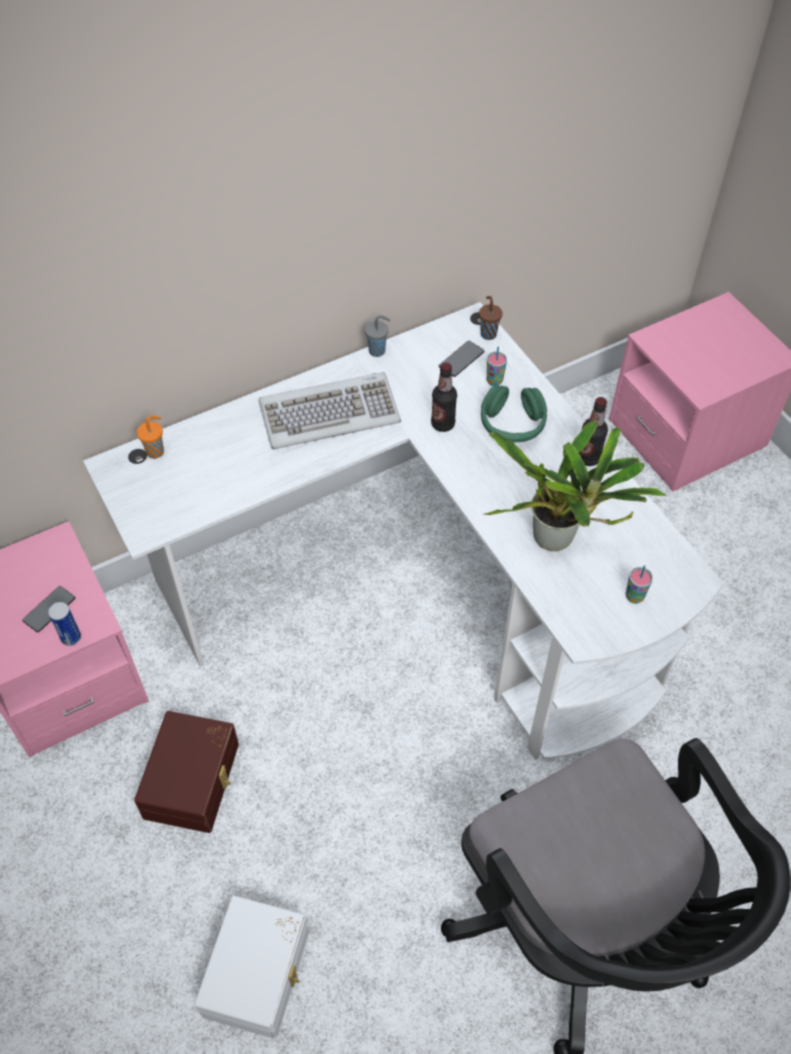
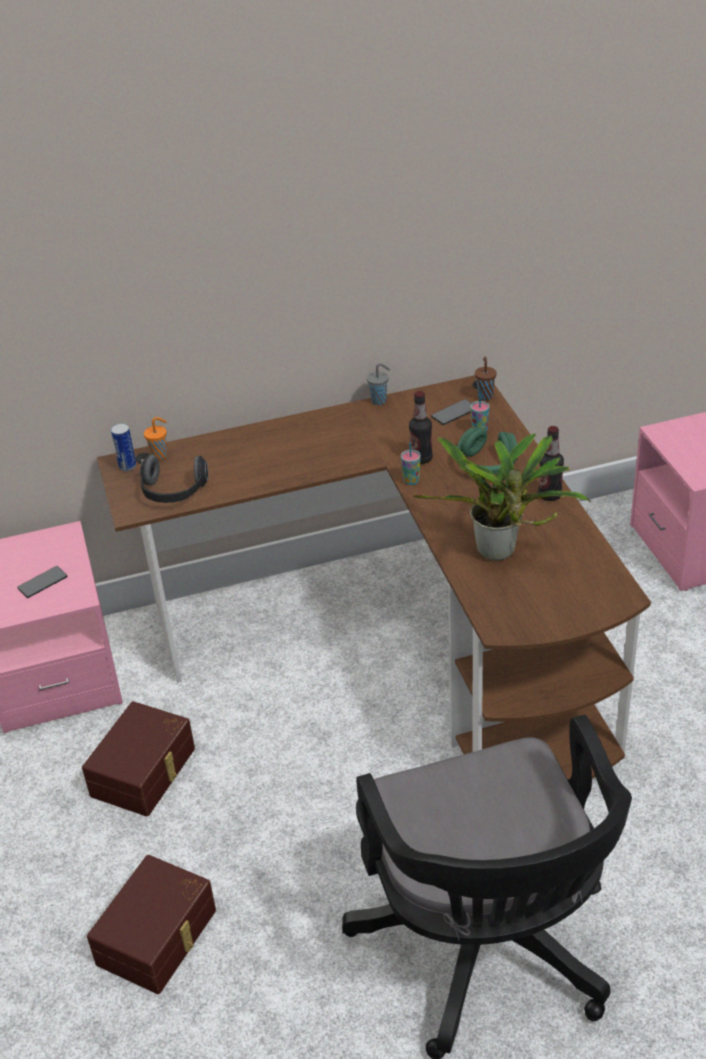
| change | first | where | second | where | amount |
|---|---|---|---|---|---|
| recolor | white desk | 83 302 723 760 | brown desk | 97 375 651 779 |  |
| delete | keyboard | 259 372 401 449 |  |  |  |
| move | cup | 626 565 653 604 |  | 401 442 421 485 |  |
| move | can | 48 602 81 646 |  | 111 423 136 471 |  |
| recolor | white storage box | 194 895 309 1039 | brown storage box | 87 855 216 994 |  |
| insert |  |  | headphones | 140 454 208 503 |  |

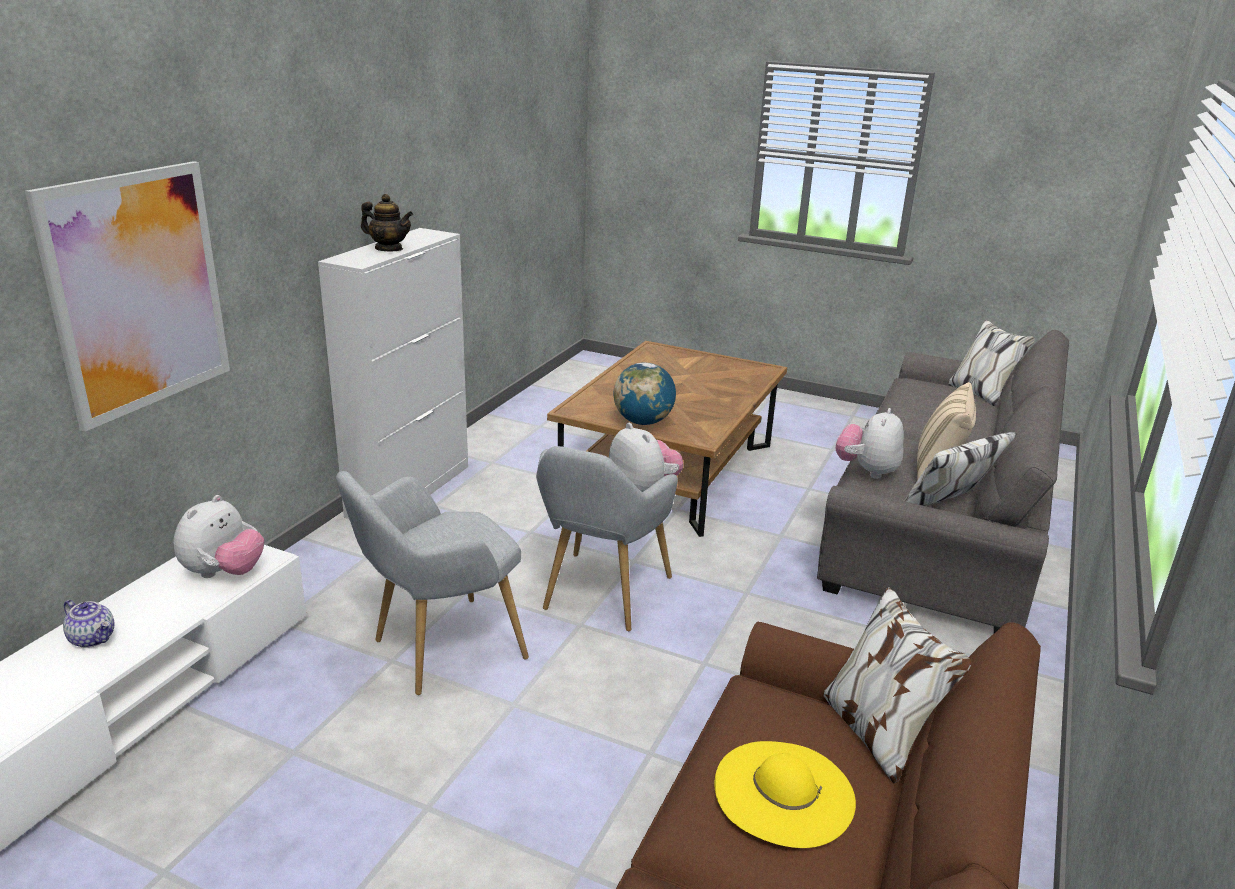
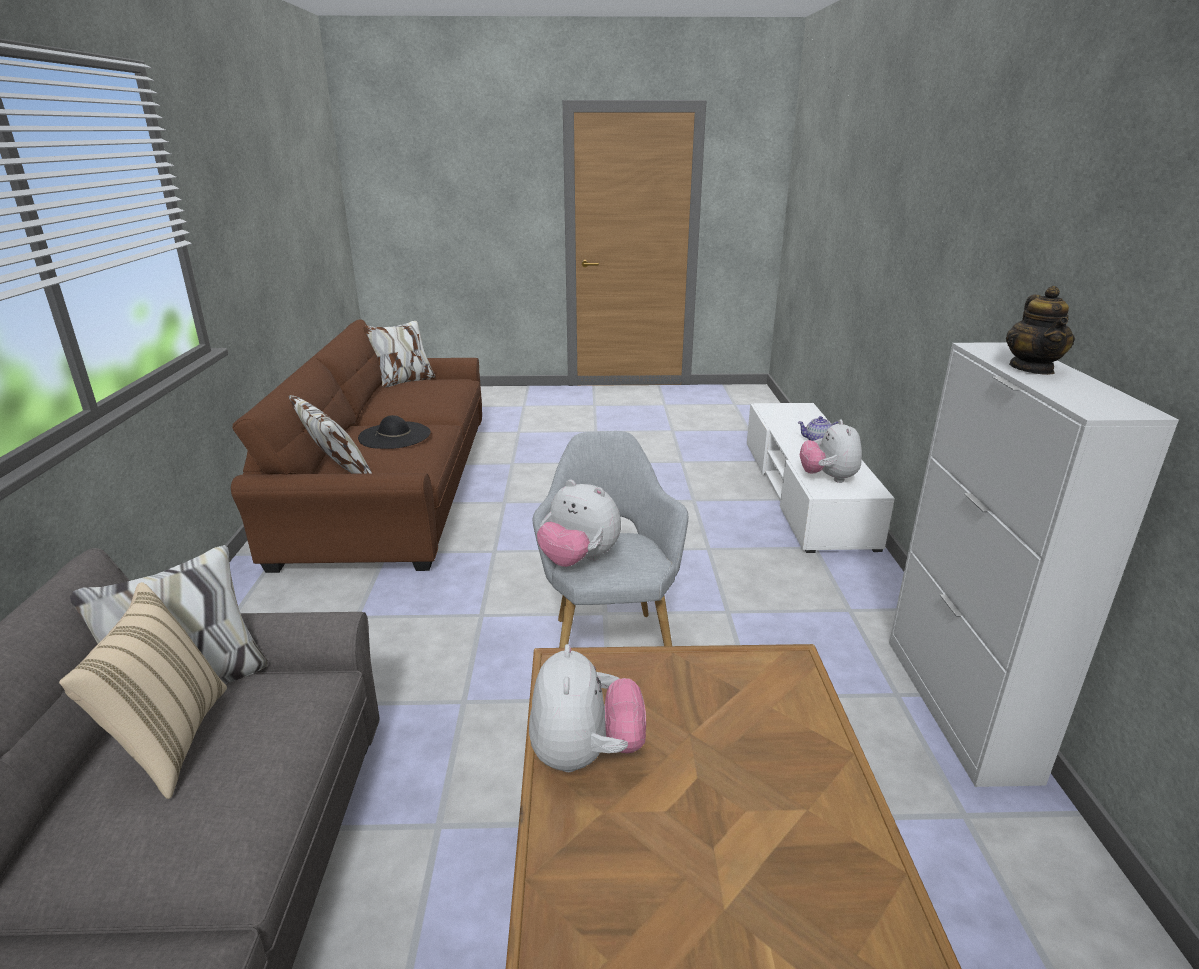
| change | first | where | second | where | amount |
|---|---|---|---|---|---|
| delete | picture | 25 161 230 432 |  |  |  |
| rotate | teapot | 361 194 413 251 |  | 1006 286 1075 375 | 75 degrees counterclockwise |
| delete | globe | 614 362 676 425 |  |  |  |
| move | plush toy | 836 408 904 479 |  | 529 644 646 772 |  |
| delete | grey armchair | 336 471 529 695 |  |  |  |
| recolor | yellow hat | 715 741 856 848 | black hat | 358 415 431 449 |  |

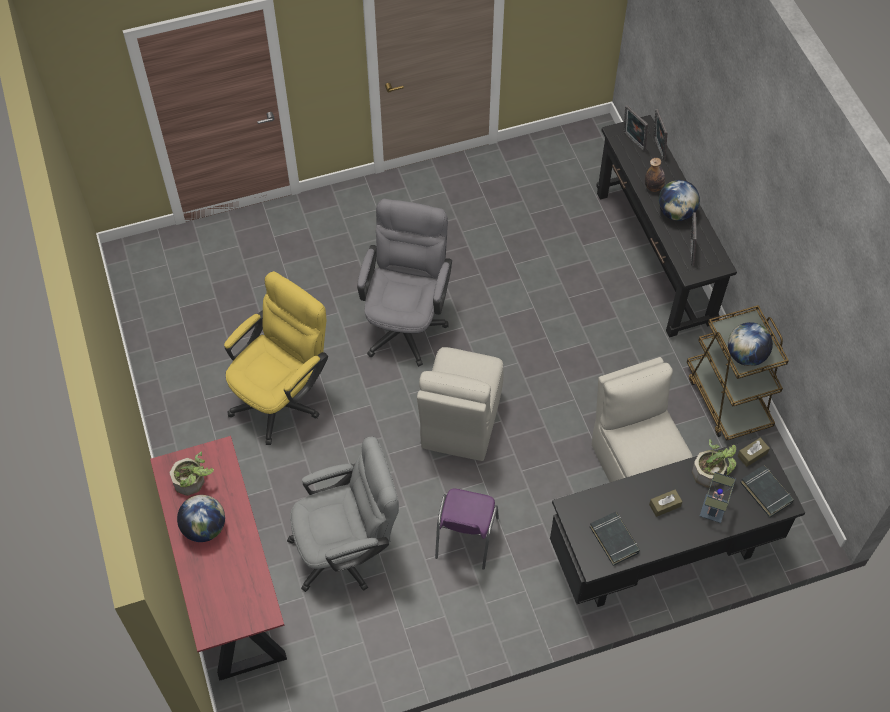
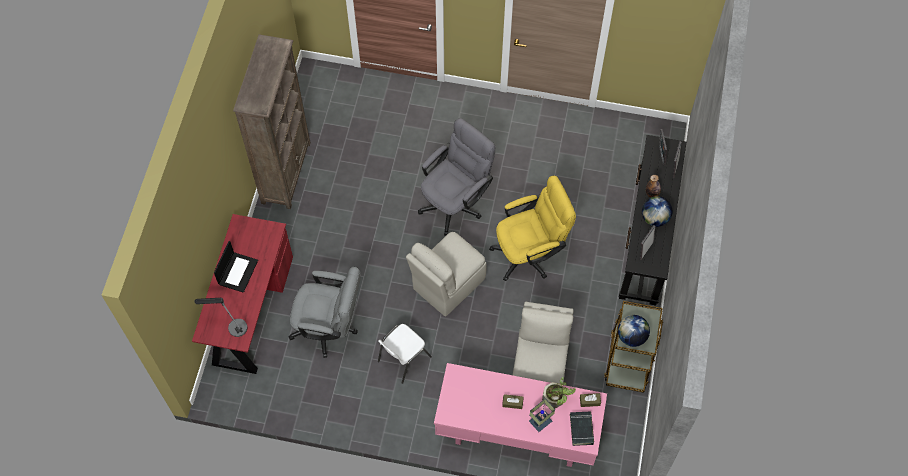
| change | first | where | second | where | amount |
|---|---|---|---|---|---|
| move | yellow office chair | 224 271 328 445 |  | 489 176 576 281 |  |
| recolor | black desk | 550 435 805 607 | pink desk | 434 363 607 467 |  |
| delete | potted plant | 170 451 214 496 |  |  |  |
| recolor | purple chair | 435 489 499 570 | white chair | 378 324 432 384 |  |
| replace | globe | 177 495 225 542 | laptop | 214 241 258 293 |  |
| delete | black book | 590 512 640 566 |  |  |  |
| insert |  |  | brown bookcase | 233 34 311 209 |  |
| insert |  |  | table lamp | 194 298 248 337 |  |

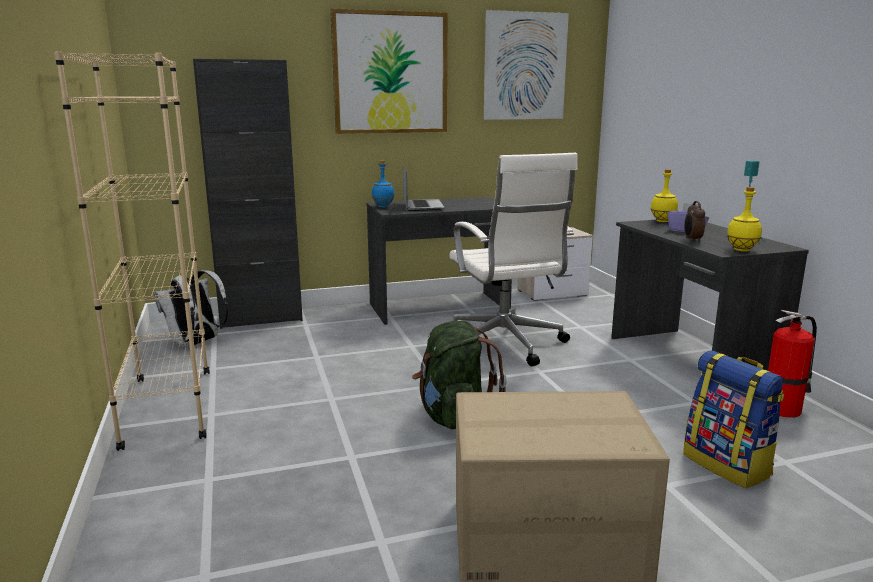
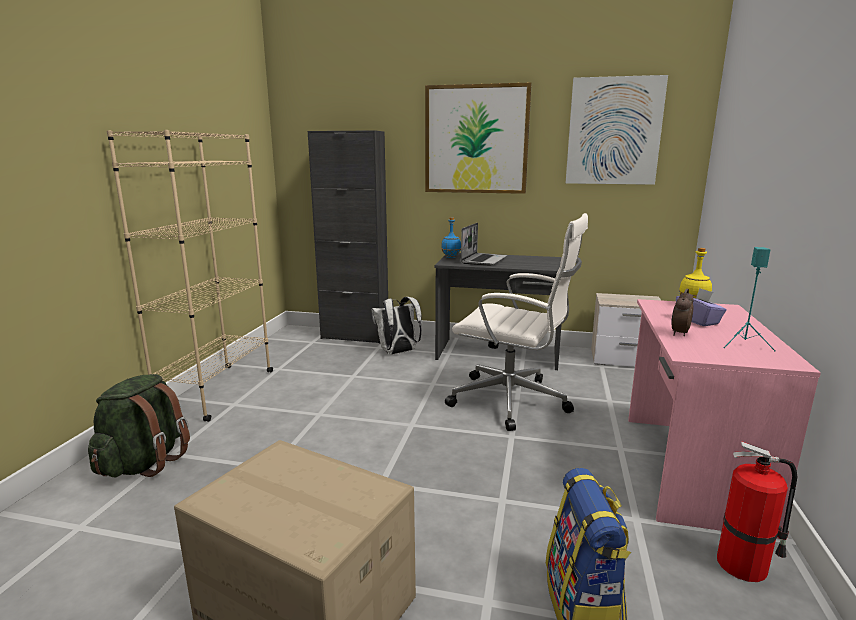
| change | first | where | second | where | amount |
|---|---|---|---|---|---|
| rotate | white office chair | 449 153 578 367 |  | 445 213 588 431 | 75 degrees counterclockwise |
| delete | yellow bottle | 727 187 762 252 |  |  |  |
| recolor | grey desk | 611 220 809 371 | pink desk | 628 299 821 539 |  |
| move | white backpack | 154 270 228 347 |  | 371 297 422 354 |  |
| move | green backpack | 412 321 507 429 |  | 88 374 190 477 |  |

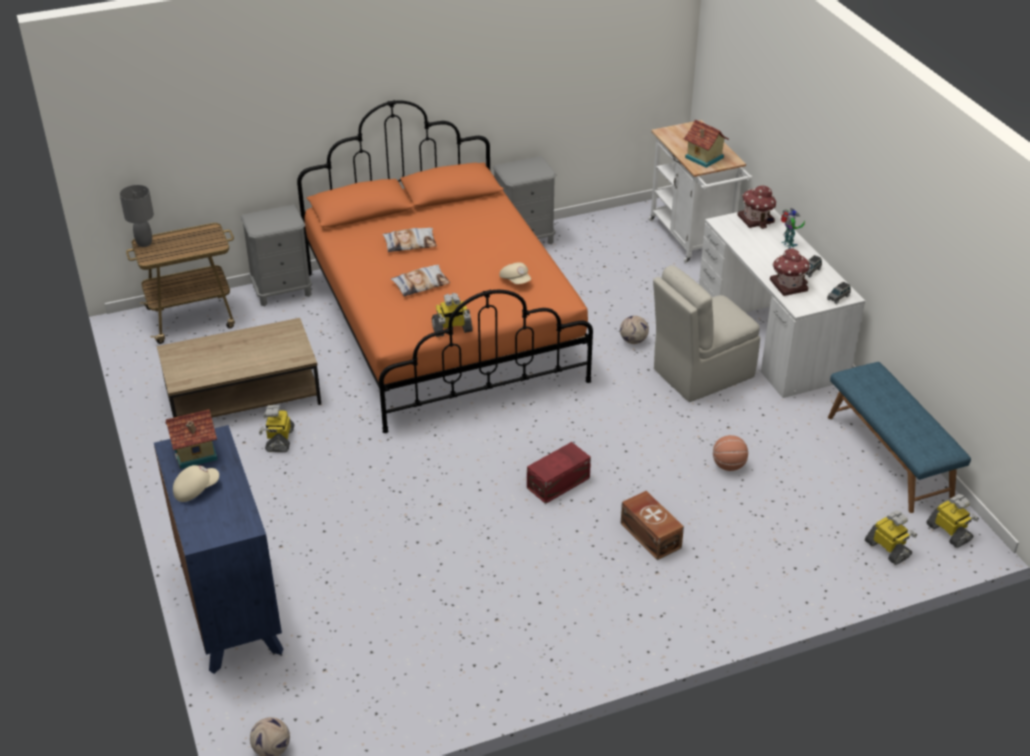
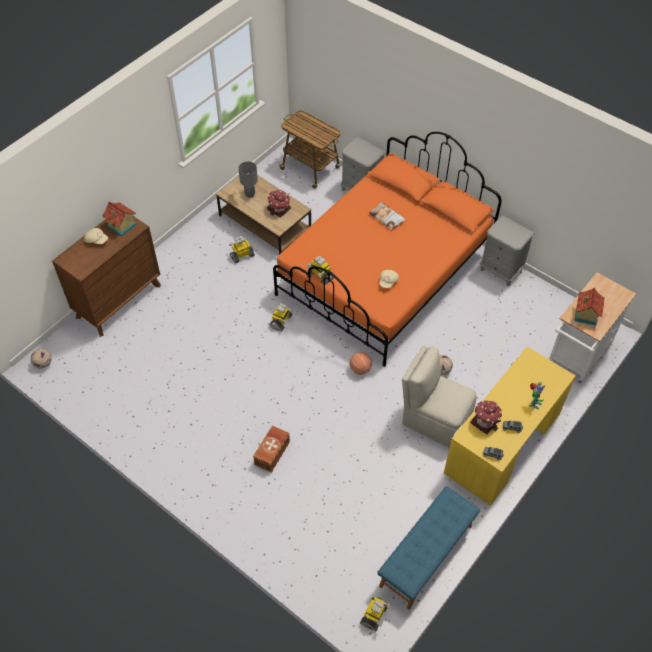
| change | first | where | second | where | amount |
|---|---|---|---|---|---|
| move | grey table lamp | 120 185 154 247 |  | 238 161 258 198 |  |
| move | toy house | 737 185 776 229 |  | 267 190 291 218 |  |
| recolor | white desk | 699 209 865 398 | yellow desk | 444 347 576 506 |  |
| delete | pillow | 391 265 450 297 |  |  |  |
| recolor | blue dresser | 154 425 284 674 | brown dresser | 52 216 161 337 |  |
| move | basketball | 713 435 748 471 |  | 350 352 372 375 |  |
| delete | red storage box | 527 442 591 504 |  |  |  |
| move | toy robot | 865 510 917 565 |  | 269 303 294 332 |  |

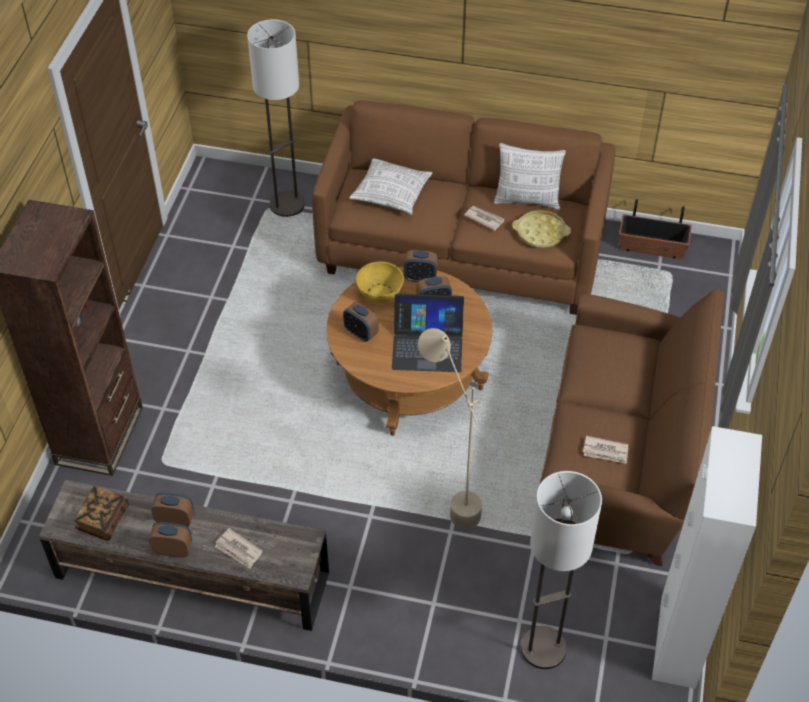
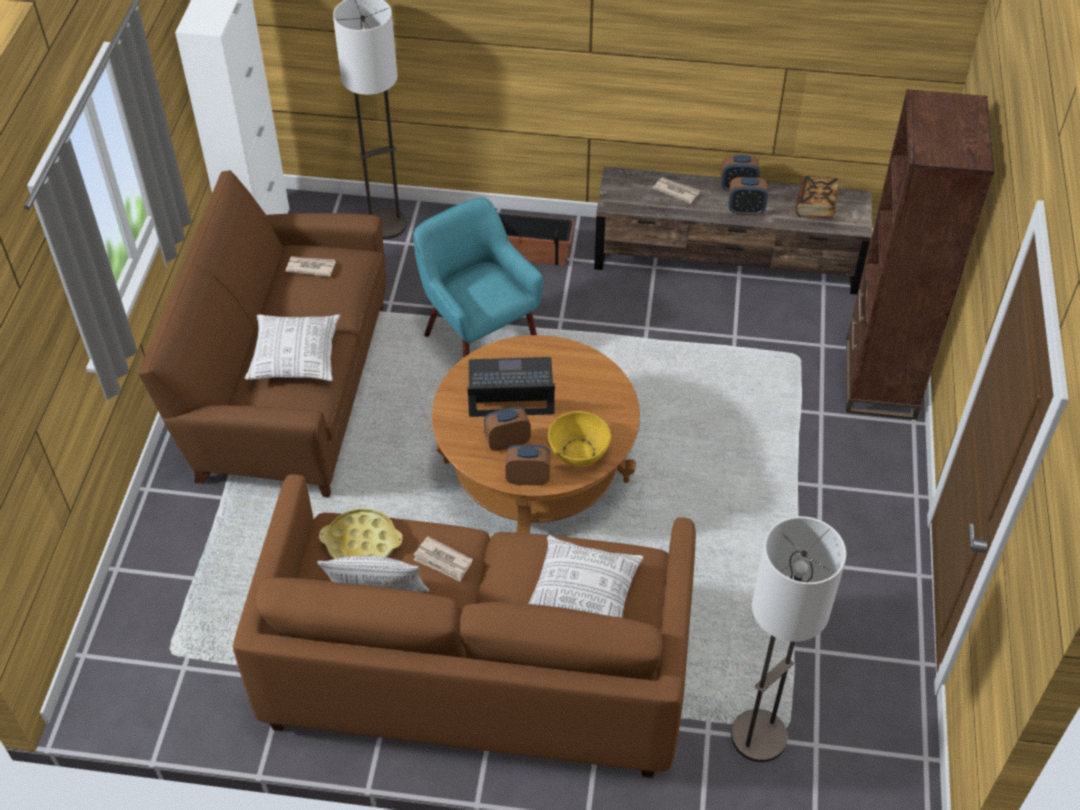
| change | first | where | second | where | amount |
|---|---|---|---|---|---|
| move | planter | 619 199 692 259 |  | 498 213 575 266 |  |
| delete | alarm clock | 343 302 379 342 |  |  |  |
| replace | beige floor lamp | 418 328 482 529 | turquoise armchair | 413 197 543 358 |  |
| insert |  |  | pillow | 244 314 340 381 |  |

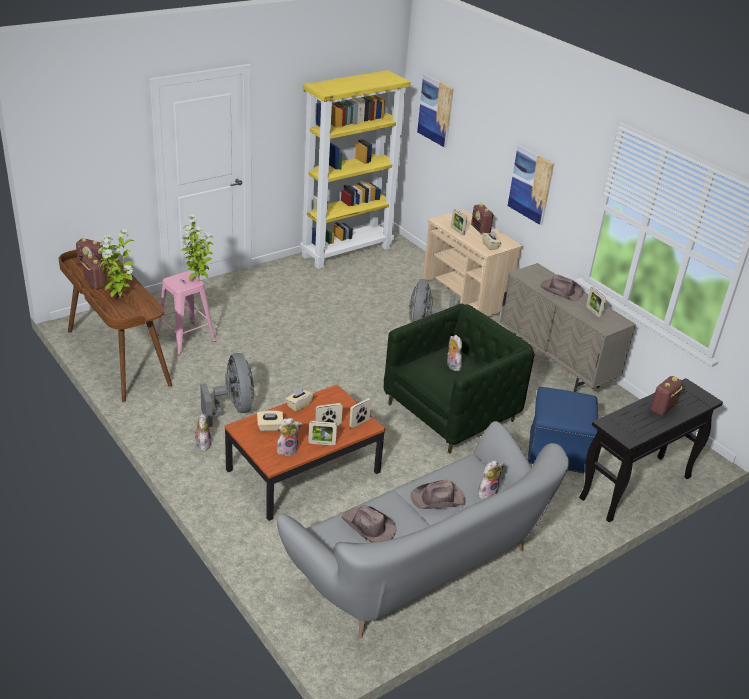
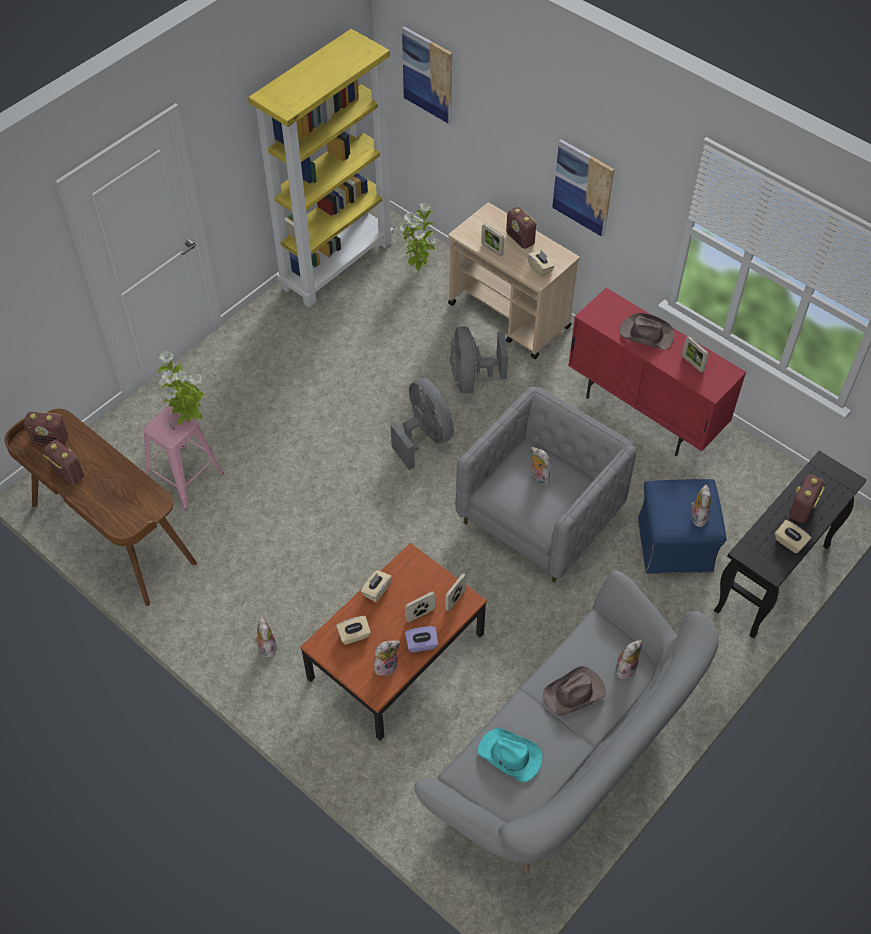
| change | first | where | second | where | amount |
|---|---|---|---|---|---|
| move | potted plant | 98 229 135 298 |  | 399 202 436 271 |  |
| recolor | beige cabinet | 500 263 636 392 | red cabinet | 568 288 746 456 |  |
| recolor | green armchair | 384 304 534 454 | grey armchair | 455 387 637 583 |  |
| move | grey fan | 200 353 254 427 |  | 391 378 454 470 |  |
| replace | picture frame | 308 421 337 446 | purple tissue box | 405 626 438 652 |  |
| recolor | brown hat | 342 505 396 543 | turquoise hat | 478 728 542 782 |  |
| insert |  |  | plush toy | 691 485 711 527 |  |
| insert |  |  | beige tissue box | 775 520 811 553 |  |

